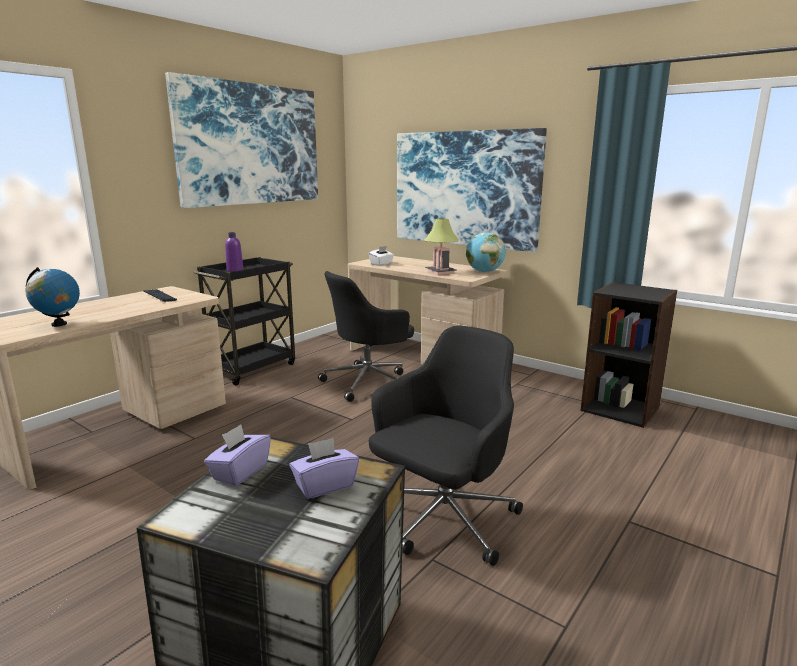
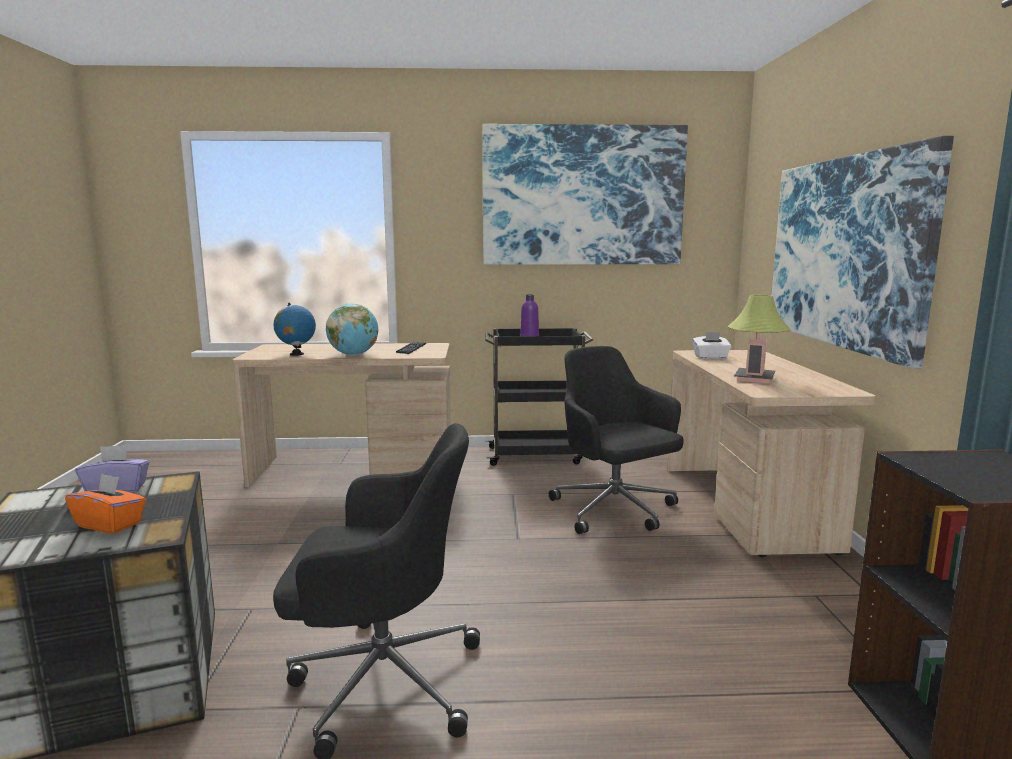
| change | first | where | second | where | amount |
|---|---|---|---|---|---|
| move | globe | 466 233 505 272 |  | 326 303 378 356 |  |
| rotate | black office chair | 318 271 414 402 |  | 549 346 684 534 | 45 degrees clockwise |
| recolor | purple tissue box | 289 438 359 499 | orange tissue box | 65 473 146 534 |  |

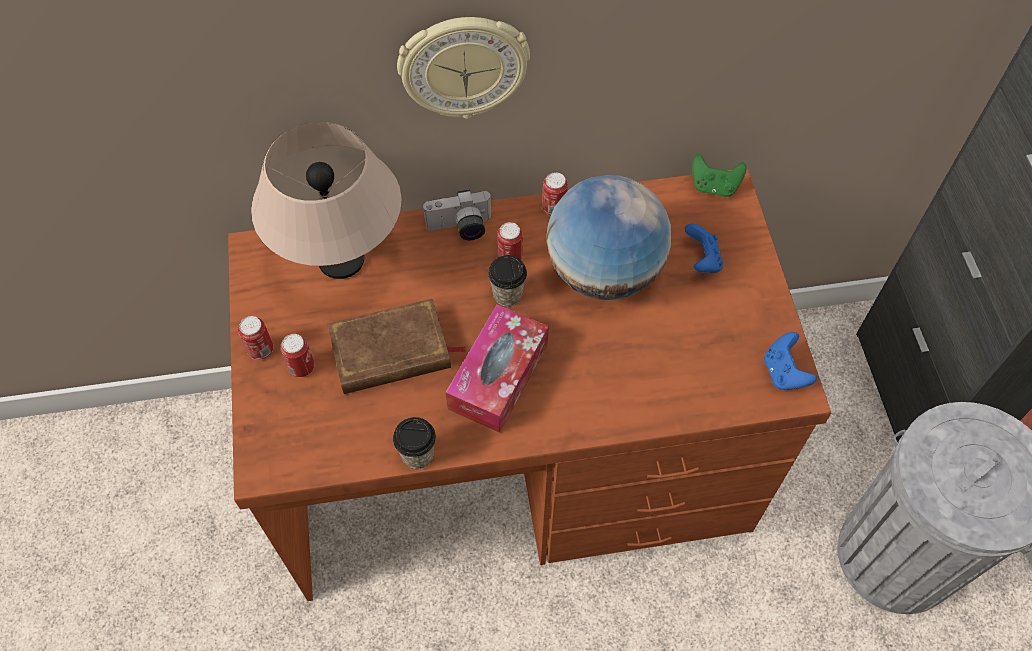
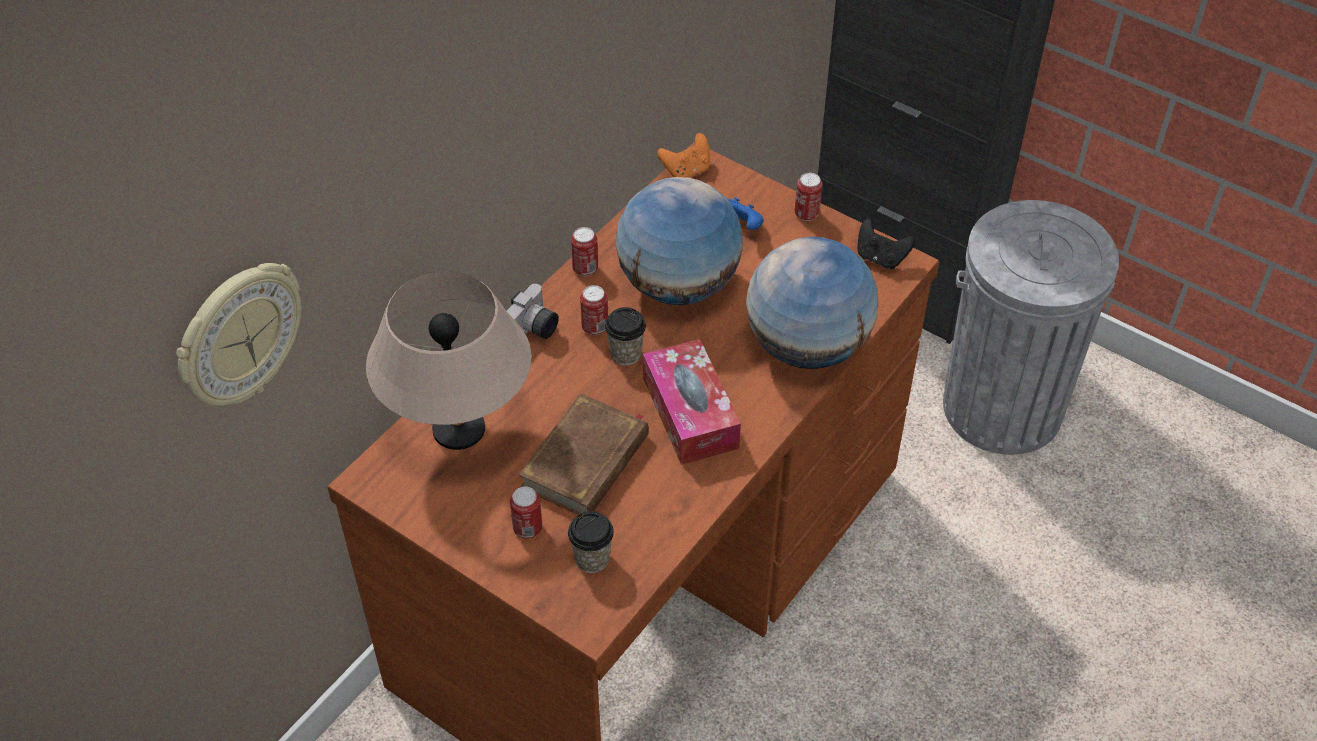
| change | first | where | second | where | amount |
|---|---|---|---|---|---|
| move | wall clock | 397 17 530 119 |  | 176 263 301 406 |  |
| recolor | green game controller | 692 154 747 197 | orange game controller | 657 133 710 178 |  |
| move | can | 238 316 273 360 |  | 795 173 823 221 |  |
| recolor | blue game controller | 764 332 817 390 | black game controller | 857 219 915 269 |  |
| move | cup | 393 417 436 469 |  | 568 511 614 573 |  |
| insert |  |  | globe | 746 237 878 369 |  |

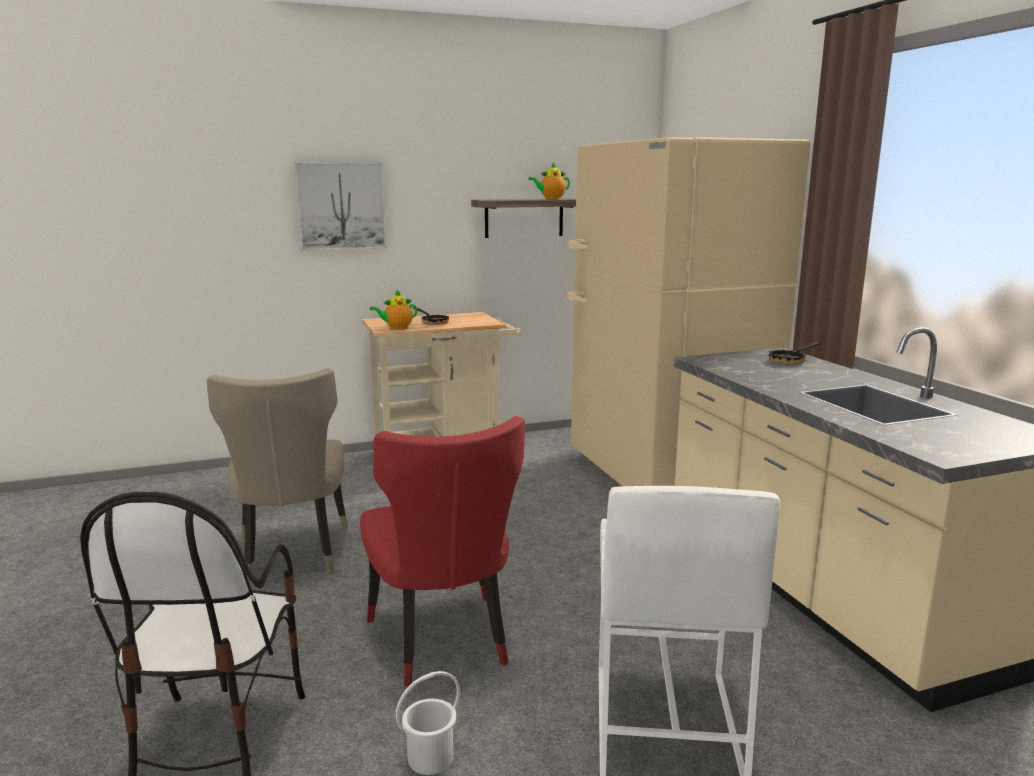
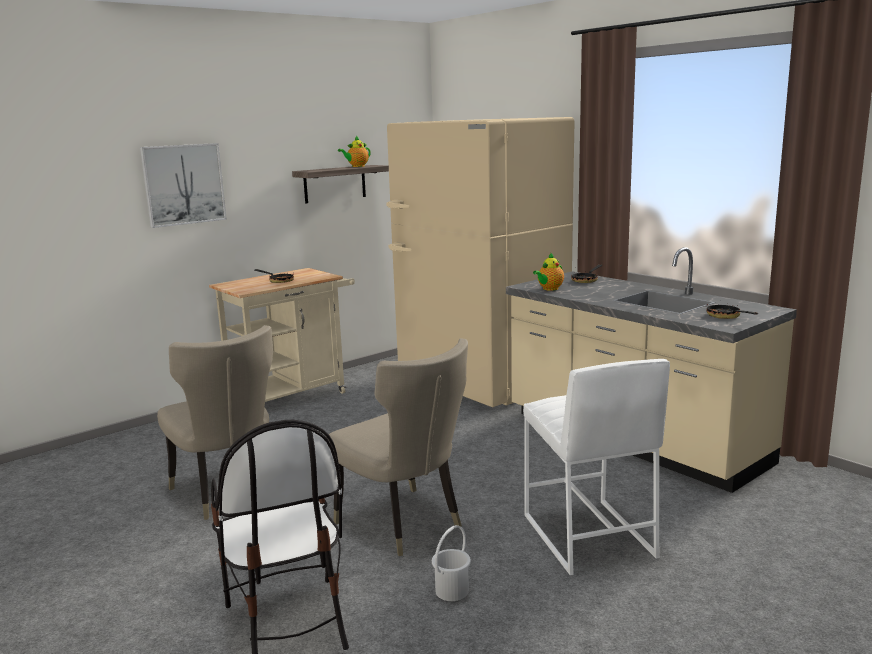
| change | first | where | second | where | amount |
|---|---|---|---|---|---|
| move | teapot | 370 289 417 330 |  | 533 252 564 291 |  |
| recolor | red chair | 360 416 525 686 | beige chair | 325 338 468 556 |  |
| insert |  |  | frying pan | 706 303 758 319 |  |

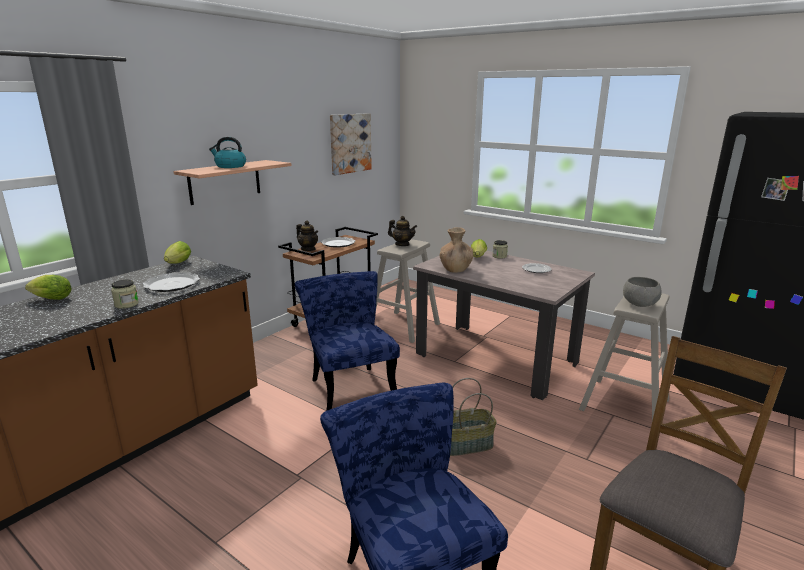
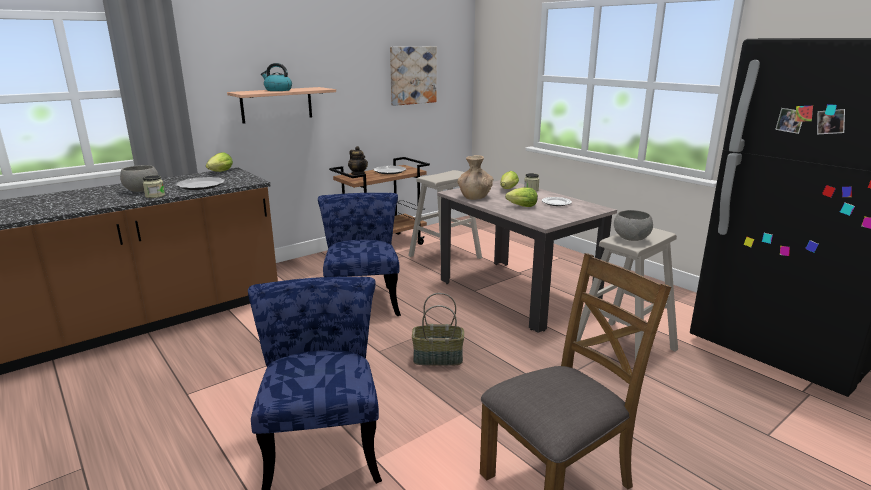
| change | first | where | second | where | amount |
|---|---|---|---|---|---|
| delete | teapot | 388 216 417 246 |  |  |  |
| move | lettuce | 25 275 72 300 |  | 505 187 538 207 |  |
| insert |  |  | grey bowl | 120 165 158 192 |  |

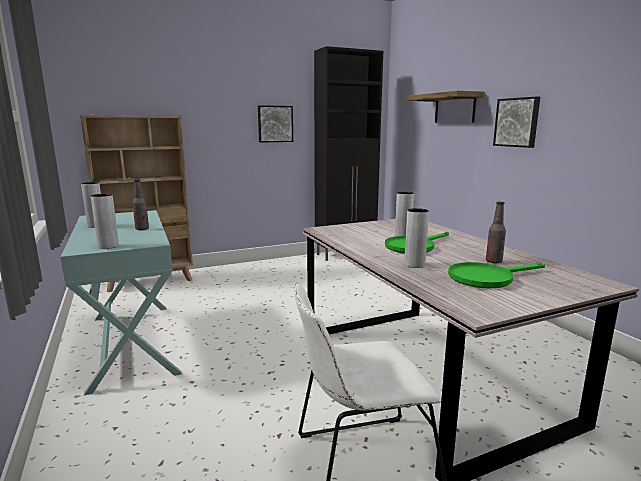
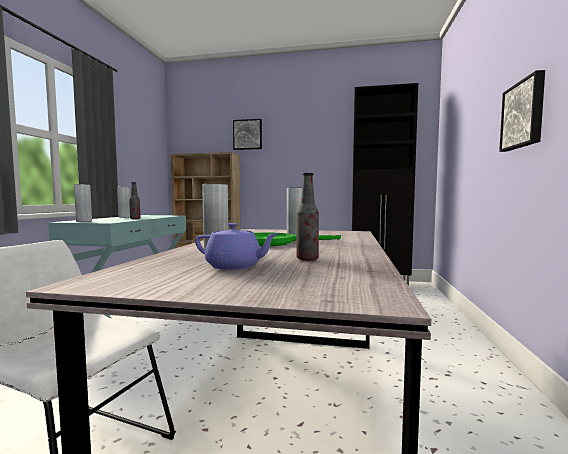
| change | first | where | second | where | amount |
|---|---|---|---|---|---|
| delete | shelf | 406 91 485 123 |  |  |  |
| move | picture | 258 105 293 143 |  | 233 119 262 150 |  |
| replace | green frying pan | 448 262 545 288 | purple teapot | 195 223 278 270 |  |

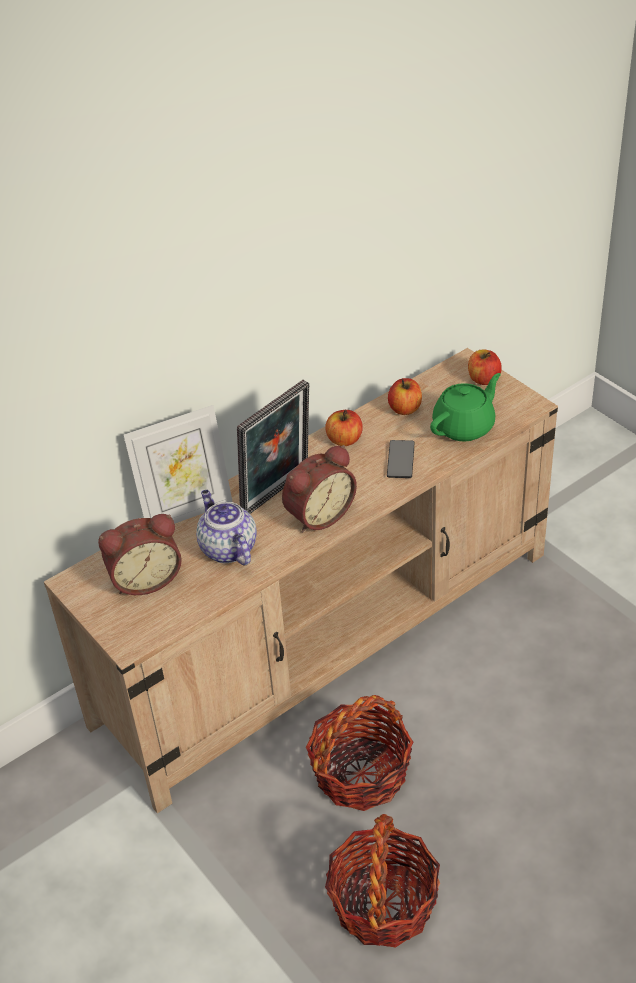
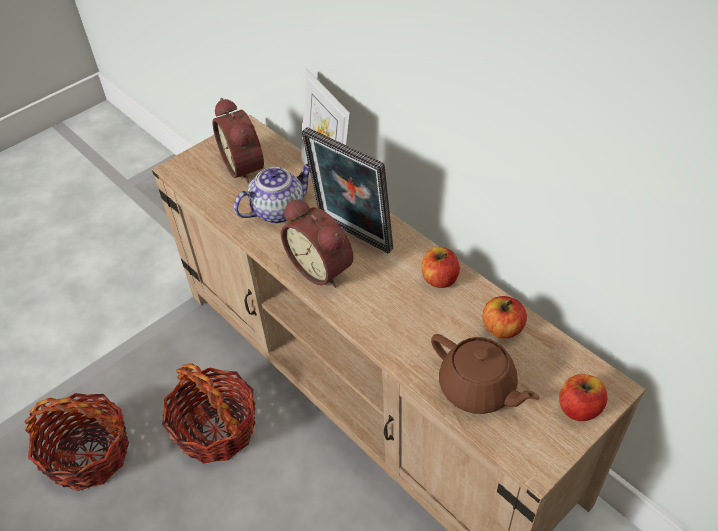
| change | first | where | second | where | amount |
|---|---|---|---|---|---|
| recolor | green teapot | 430 373 501 442 | brown teapot | 431 334 540 414 |  |
| delete | phone | 387 440 414 478 |  |  |  |

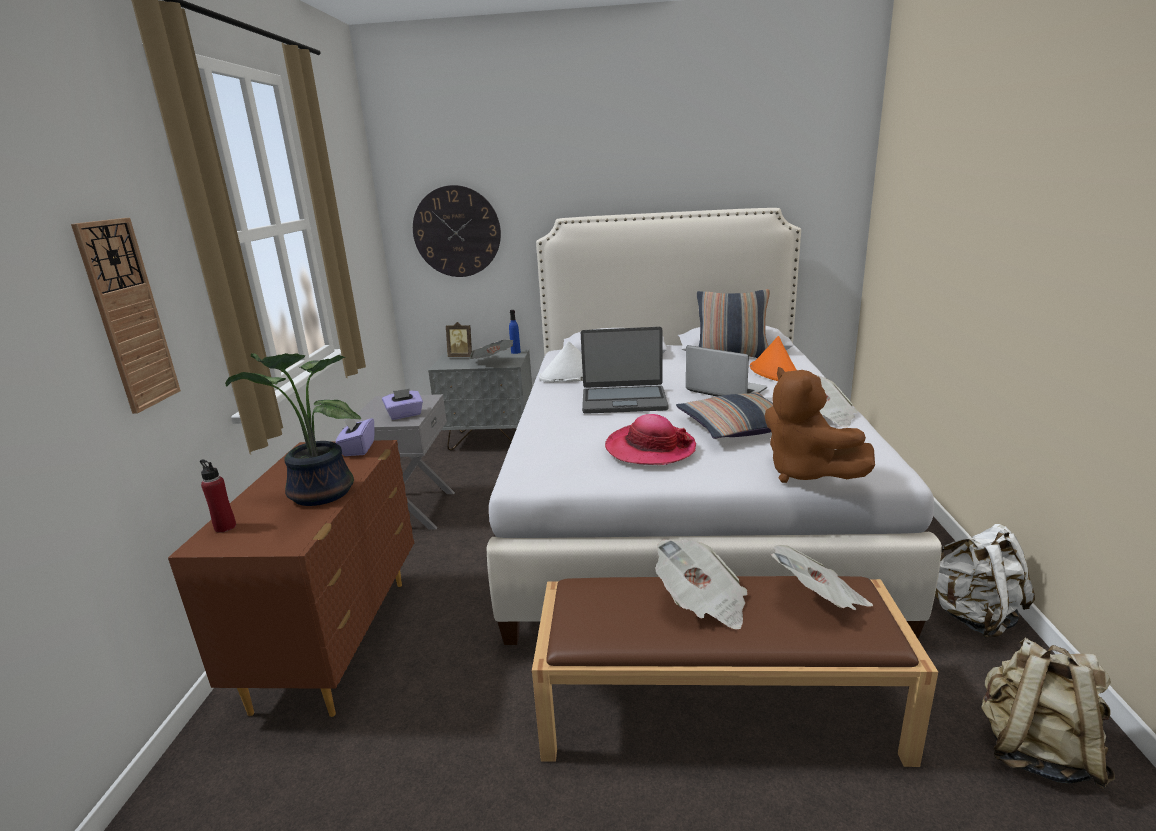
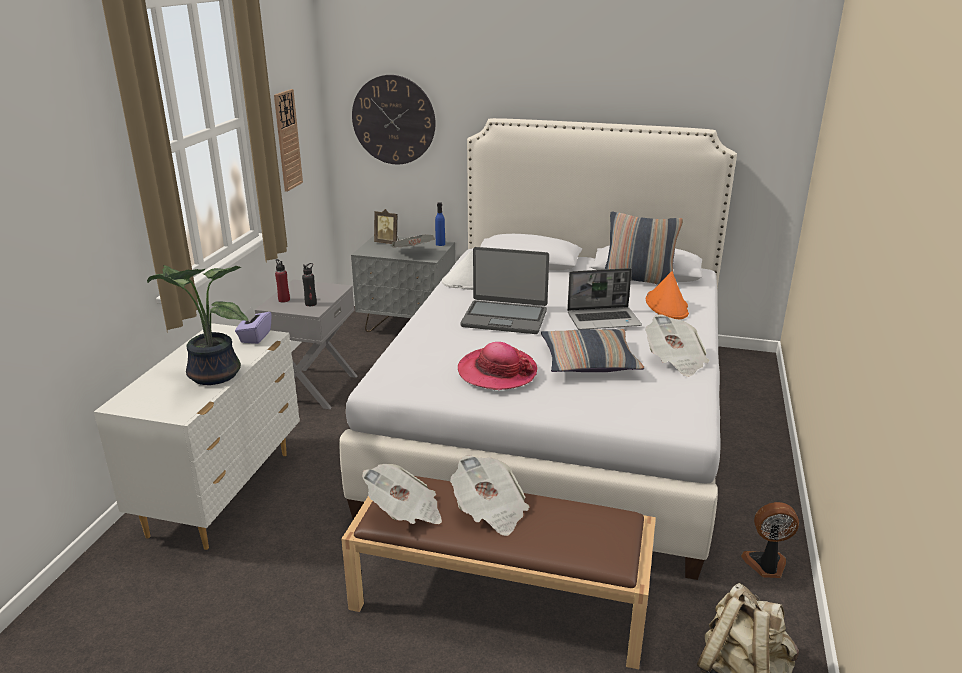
| change | first | where | second | where | amount |
|---|---|---|---|---|---|
| move | wall clock | 71 218 181 414 |  | 274 89 303 192 |  |
| rotate | laptop | 686 345 767 396 |  | 567 268 642 330 | 120 degrees clockwise |
| delete | brown plush toy | 765 367 875 483 |  |  |  |
| replace | purple tissue box | 382 389 423 420 | black bottle | 302 263 317 306 |  |
| recolor | brown dresser | 168 440 414 717 | white dresser | 94 323 300 550 |  |
| move | red bottle | 200 459 236 533 |  | 275 259 290 302 |  |
| replace | white backpack | 935 524 1035 638 | fan | 741 502 799 578 |  |
| move | newspaper | 771 545 873 610 |  | 362 464 442 524 |  |

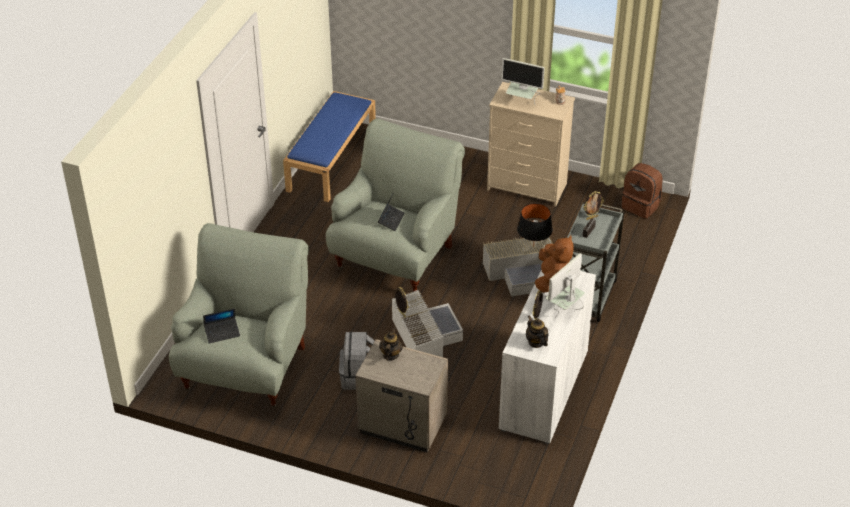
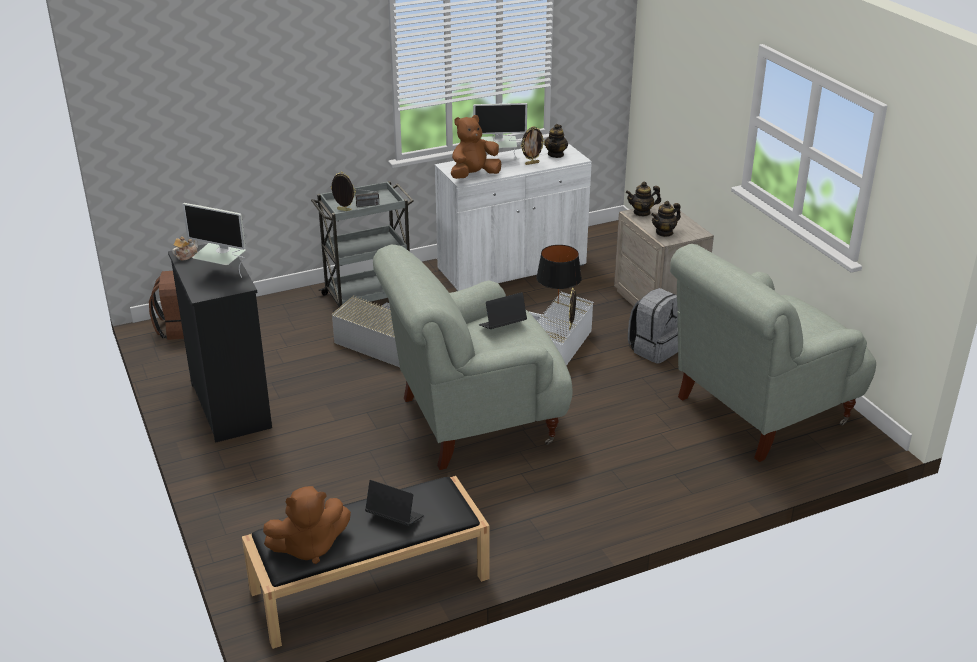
| change | first | where | second | where | amount |
|---|---|---|---|---|---|
| rotate | monitor | 501 58 545 104 |  | 182 203 246 278 | 135 degrees clockwise |
| recolor | beige dresser | 487 82 575 206 | black dresser | 168 244 272 443 |  |
| recolor | blue bench | 283 91 376 202 | black bench | 242 476 490 649 |  |
| move | black table lamp | 517 203 553 247 |  | 536 245 582 302 |  |
| move | laptop | 203 308 240 343 |  | 365 480 424 526 |  |
| insert |  |  | teapot | 626 181 661 216 |  |
| insert |  |  | brown plush toy | 263 486 351 564 |  |

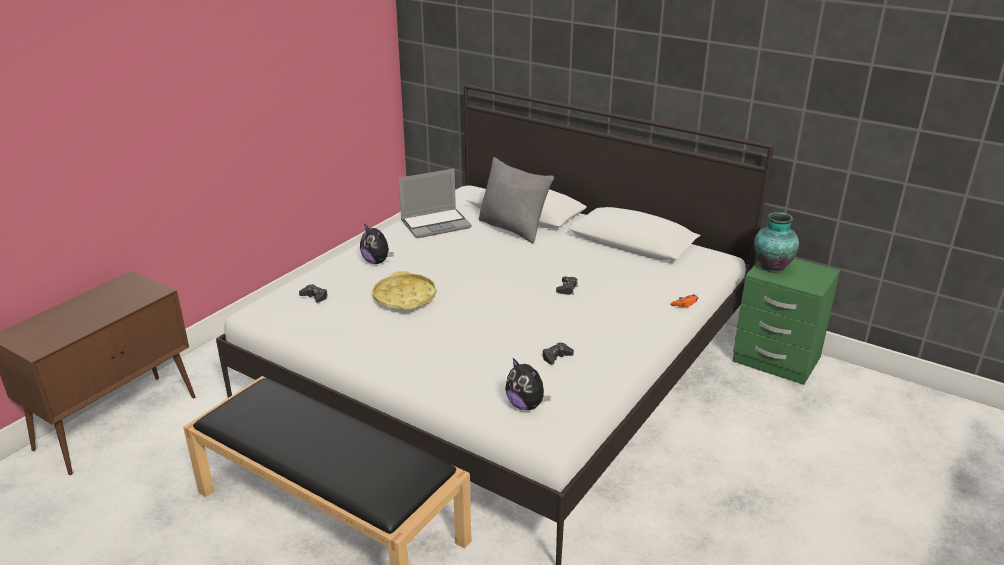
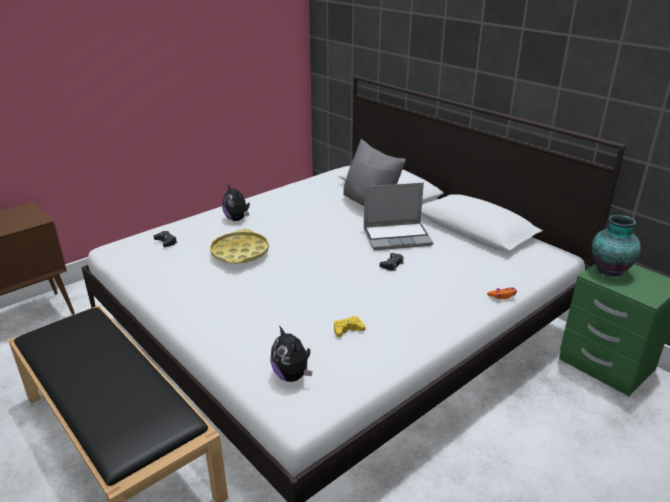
| change | first | where | second | where | amount |
|---|---|---|---|---|---|
| move | laptop | 399 169 472 238 |  | 363 183 433 250 |  |
| recolor | black game controller | 542 342 574 365 | yellow game controller | 334 316 366 337 |  |

